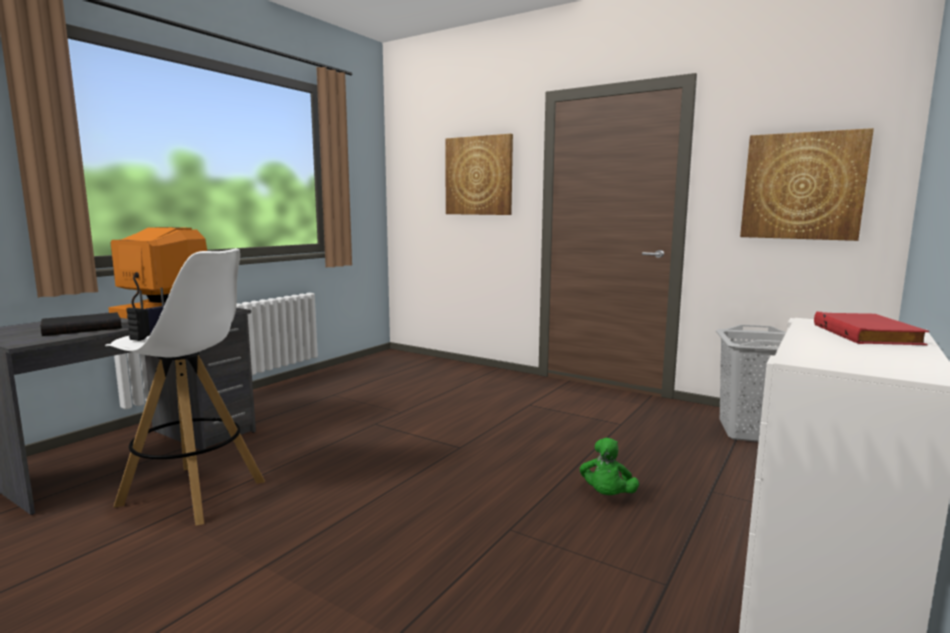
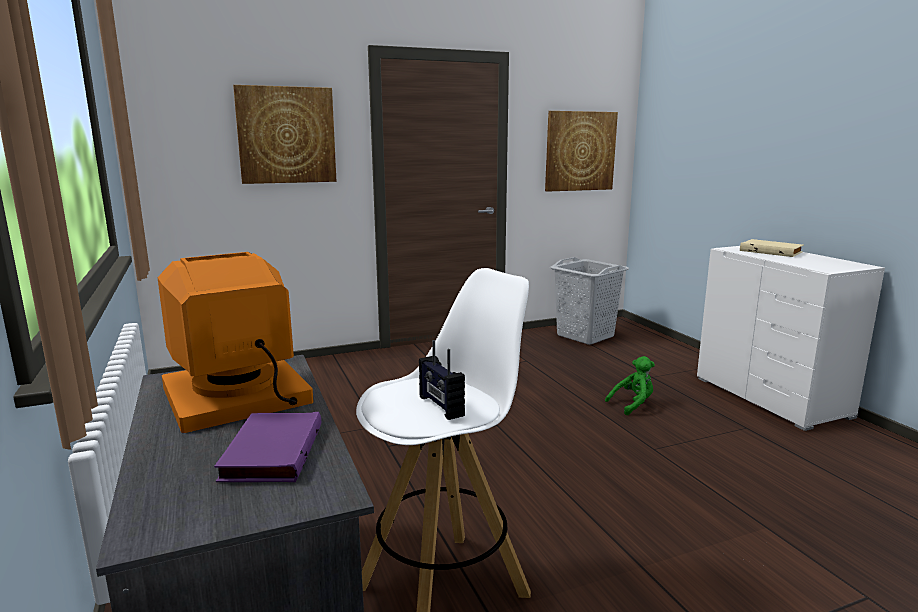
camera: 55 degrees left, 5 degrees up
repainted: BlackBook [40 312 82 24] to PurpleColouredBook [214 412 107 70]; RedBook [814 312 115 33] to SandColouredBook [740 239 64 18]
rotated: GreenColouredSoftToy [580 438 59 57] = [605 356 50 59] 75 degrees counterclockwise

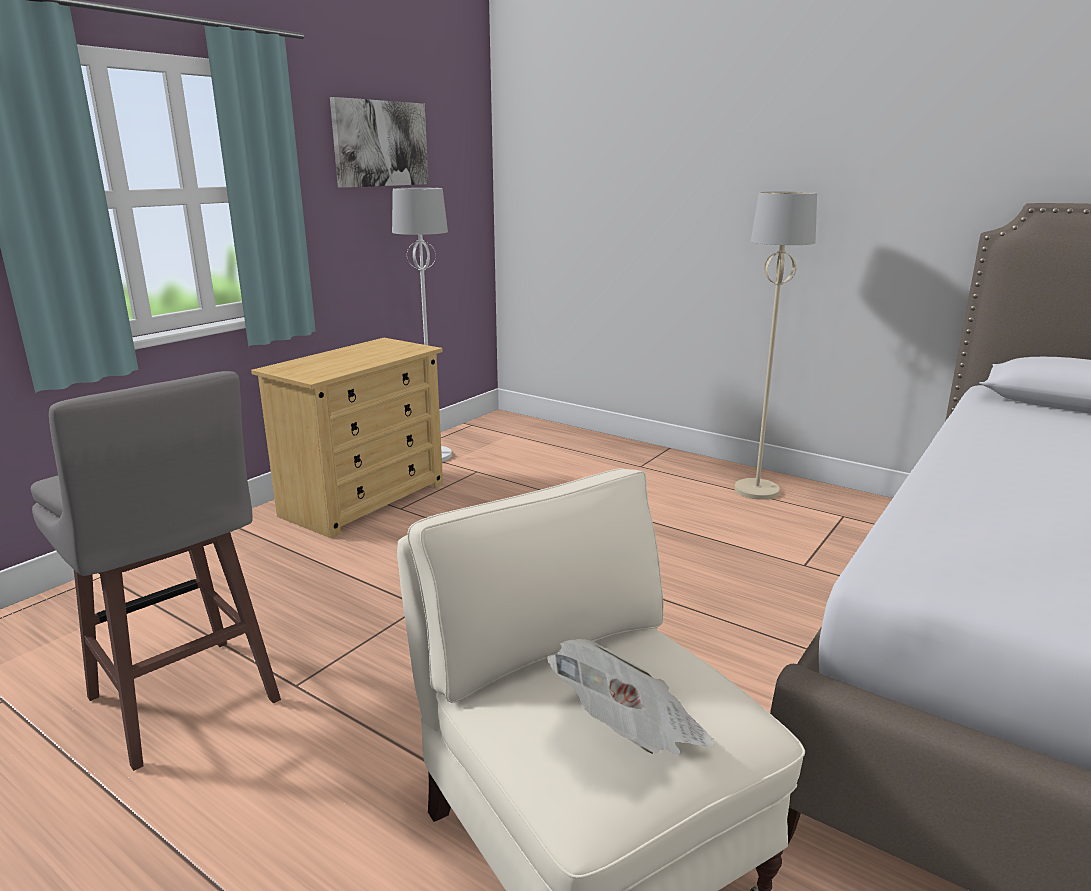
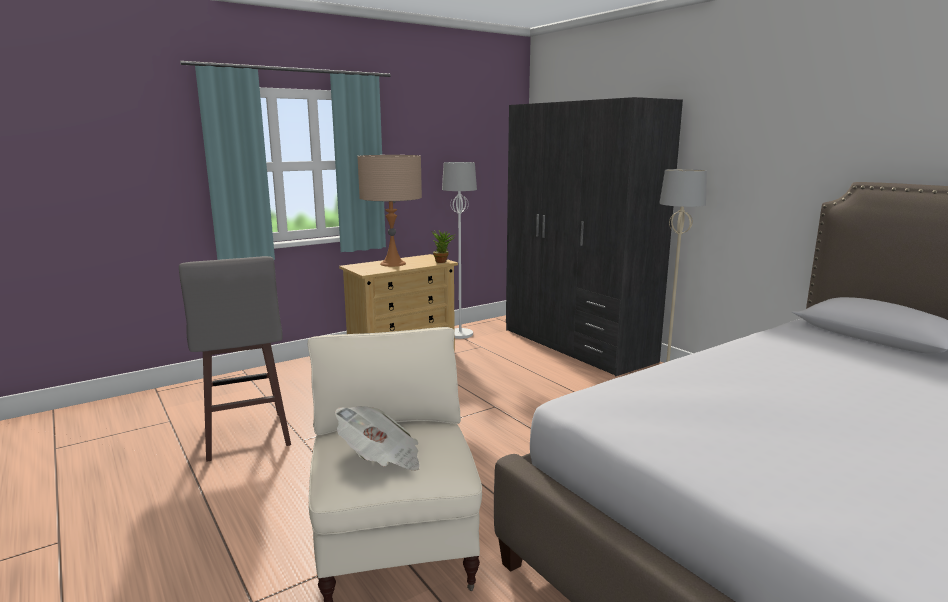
camera: 20 degrees right, 5 degrees down
gone: WallArt [330 97 99 91]
new: SandColouredTabletopLamp [357 155 65 112]; PlantInAPot [432 230 24 33]; GreyClothesCupboard [506 97 177 279]

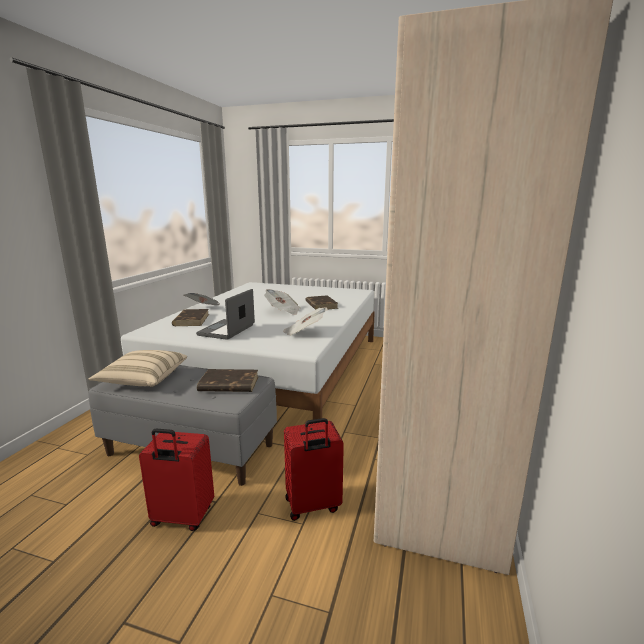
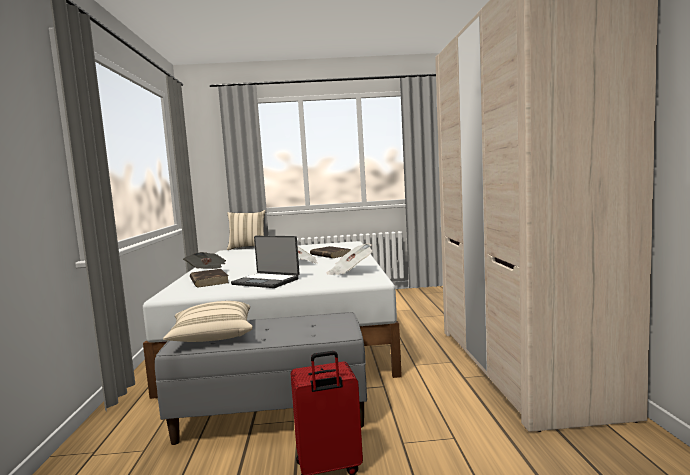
camera: 20 degrees left, 10 degrees down
gone: BrownishBook [197 369 61 23]; RedPieceOfLuggage [284 418 60 103]
new: SandColouredCushion [227 210 39 40]
rotated: Laptop [196 289 59 51] = [231 236 69 52] 60 degrees counterclockwise

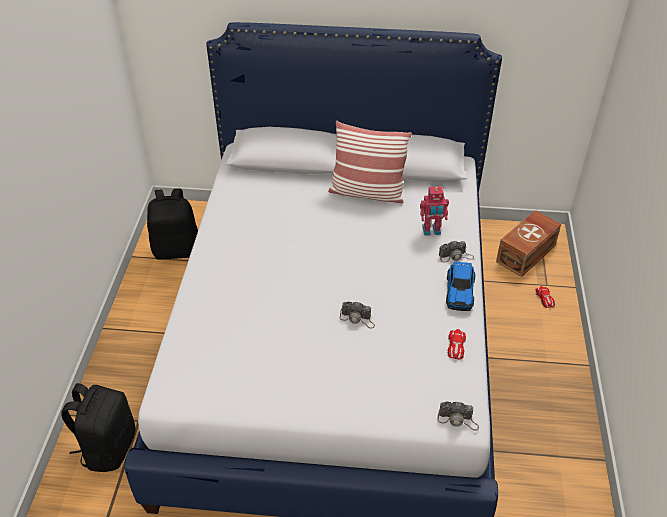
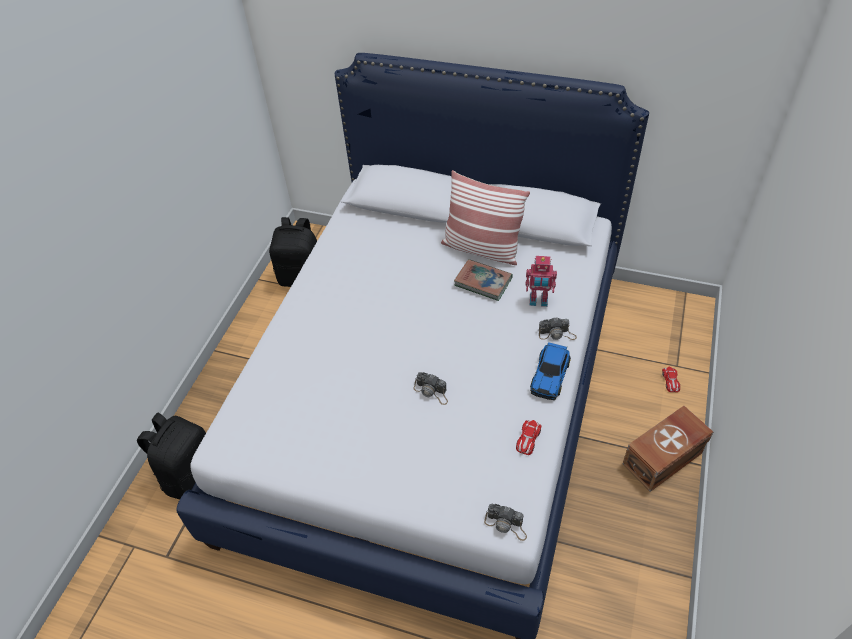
camera: 15 degrees right, 5 degrees up
new: Book [454 259 59 42]
shifted: BrownishStorageBin [496 210 65 67] to [623 406 90 86]

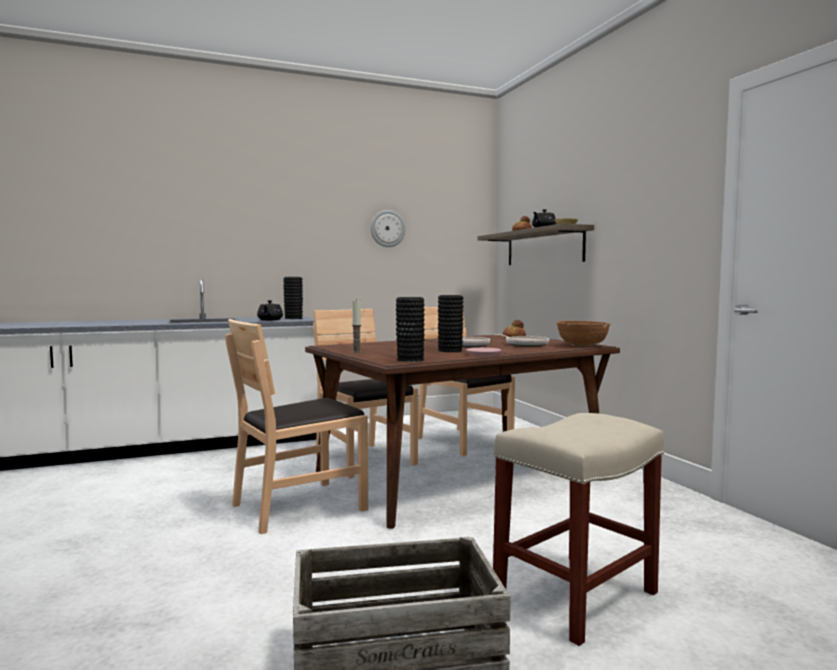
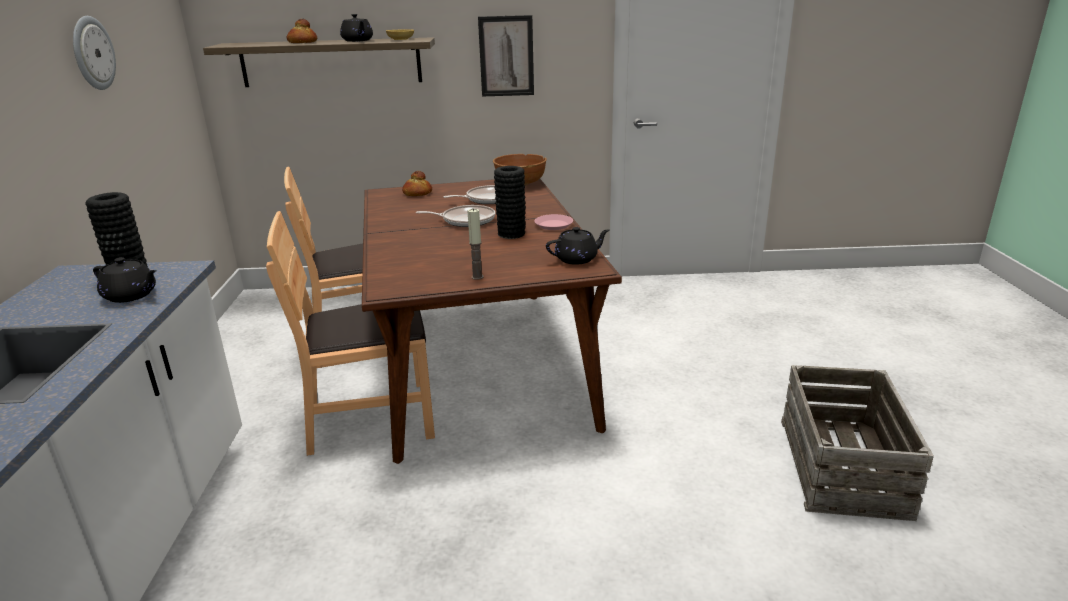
camera: 70 degrees left, 20 degrees up
gone: BrownishPlainChair [225 319 143 215]; SandColouredStoolSeat [493 413 171 233]
new: WallArt [478 15 56 81]
swapped: BlackVase [396 297 29 65] to BlackTeaPot [546 227 63 38]

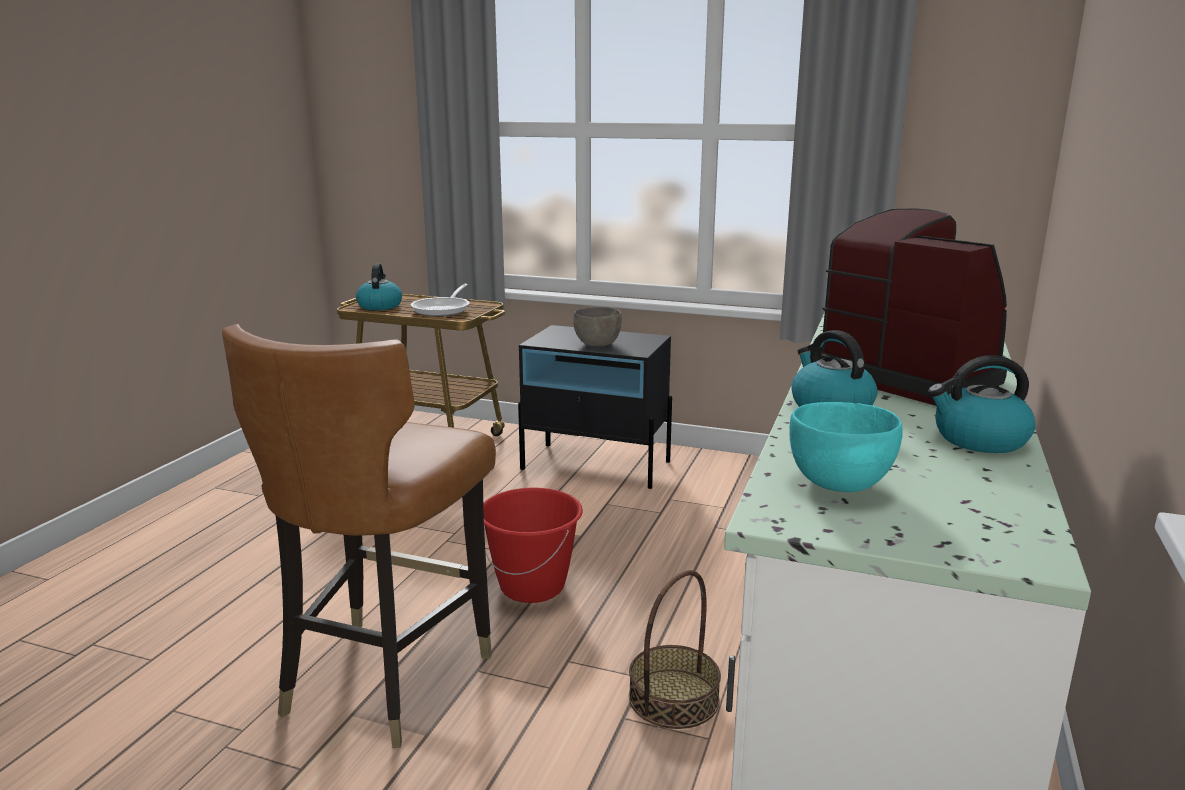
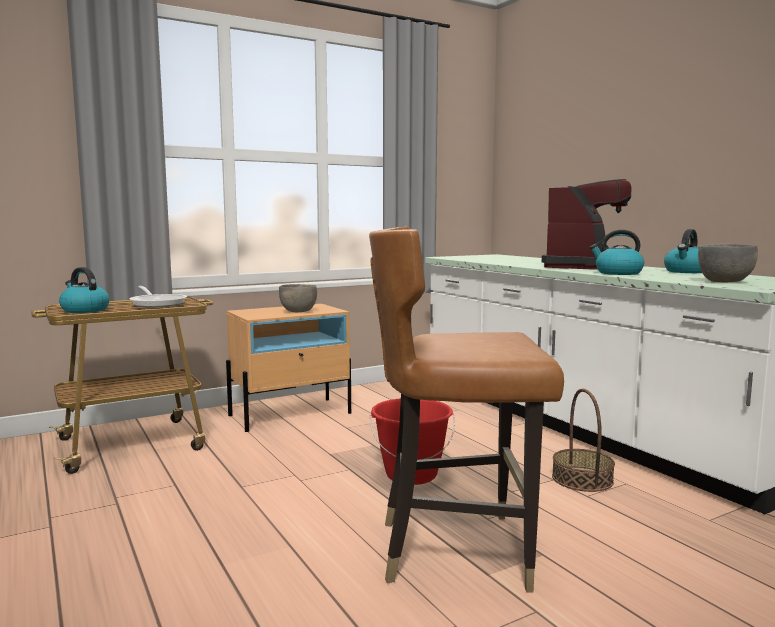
camera: 50 degrees left, 10 degrees down
repainted: BlackBedsideTable [518 325 154 164] to SandColouredBedsideTable [226 304 125 128]; TurquoiseColouredServingBowl [789 402 114 90] to GreyServingBowl [698 243 60 39]
rotated: BrownishPlainChair [222 324 274 424] = [369 227 195 365] 120 degrees clockwise; CoffeeBrewer [822 209 185 197] = [542 179 90 91] 120 degrees clockwise

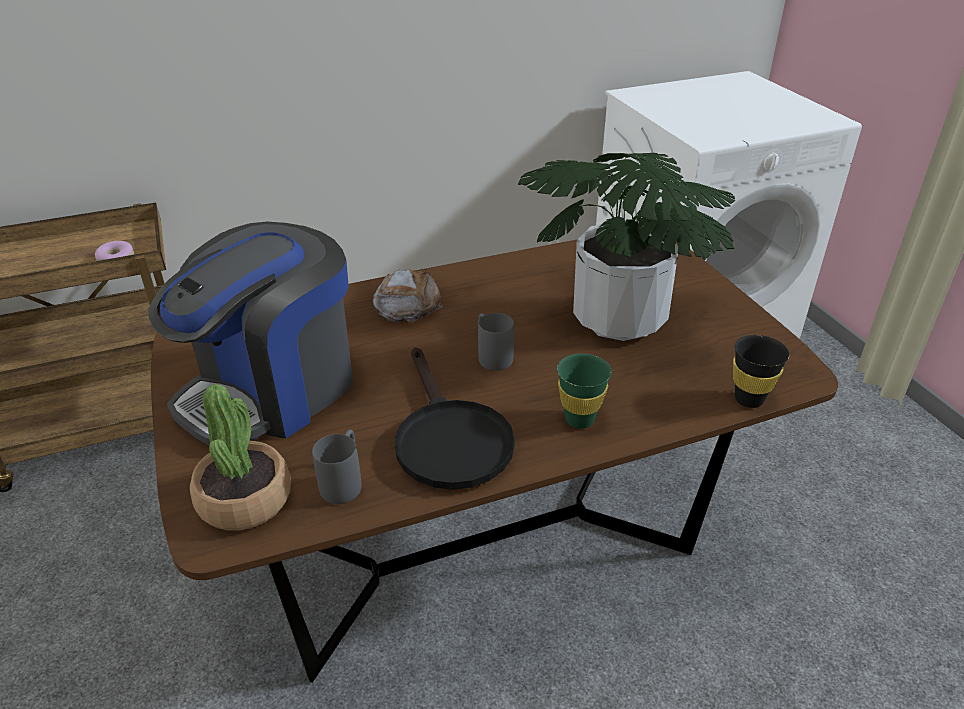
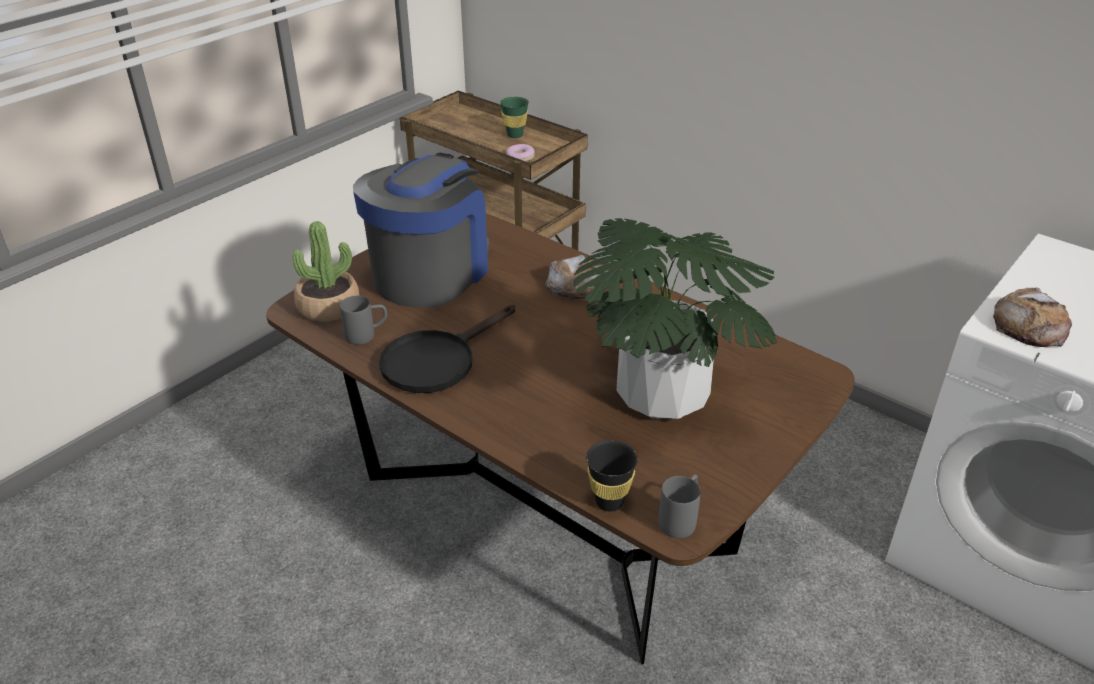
camera: 60 degrees right, 0 degrees up
new: BakeryBread [993 288 79 59]
shifted: GreenColouredCup [557 354 55 75] to [500 97 29 41]; GreyCoffeeMug [478 313 36 58] to [658 474 43 64]
rotated: CoffeeBrewer [148 221 205 224] = [353 152 136 156] 105 degrees clockwise

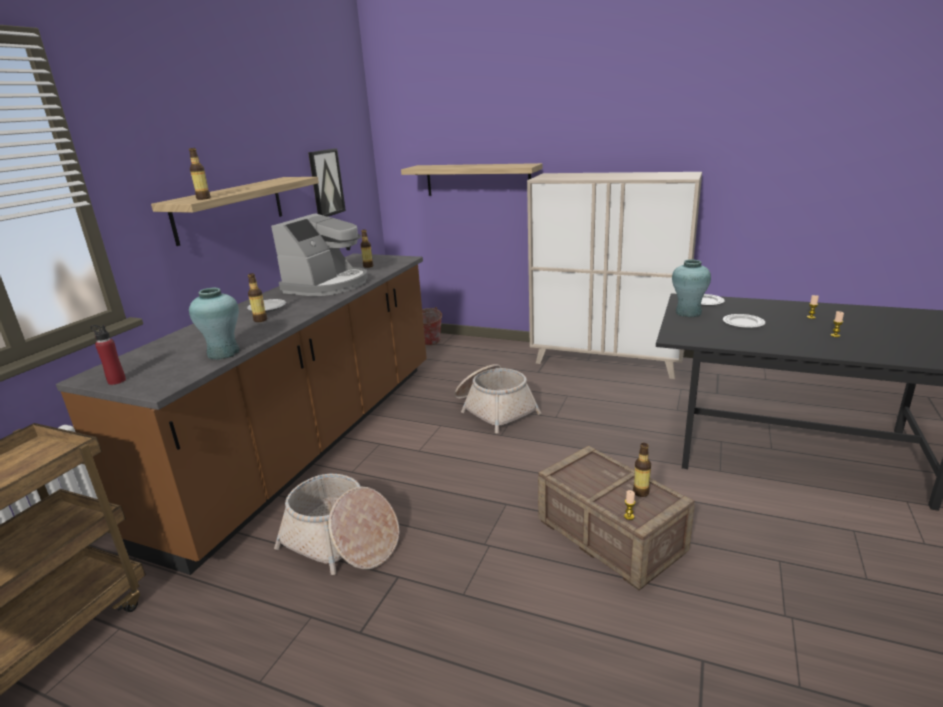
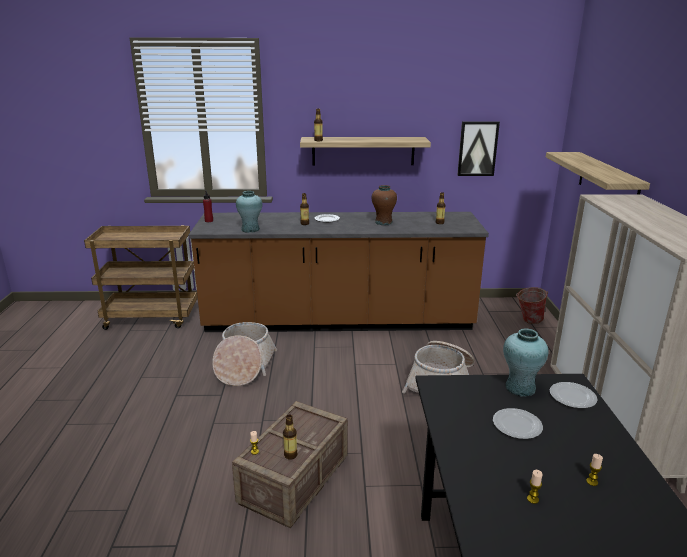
camera: 65 degrees right, 0 degrees up
swapped: CoffeeBrewer [271 213 97 83] to BrownishVase [372 185 25 40]

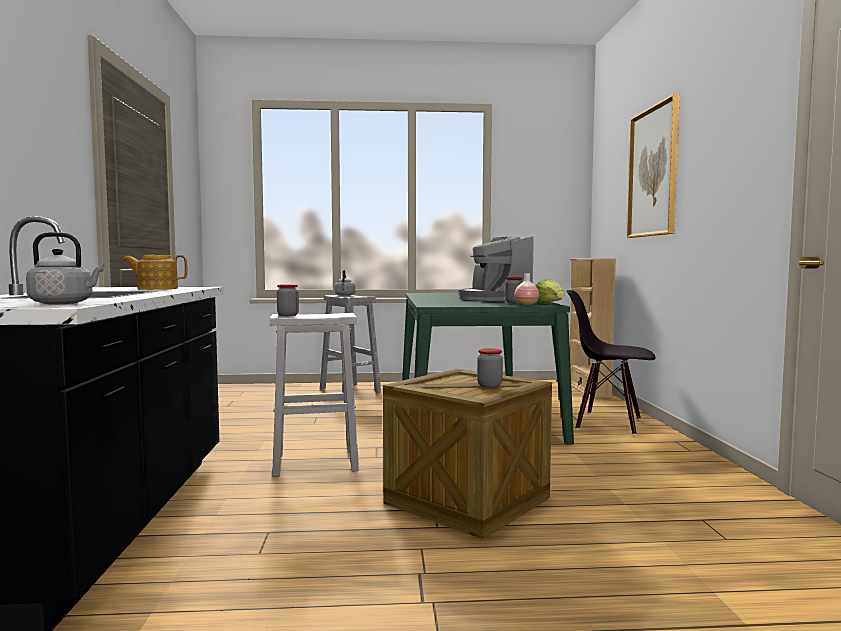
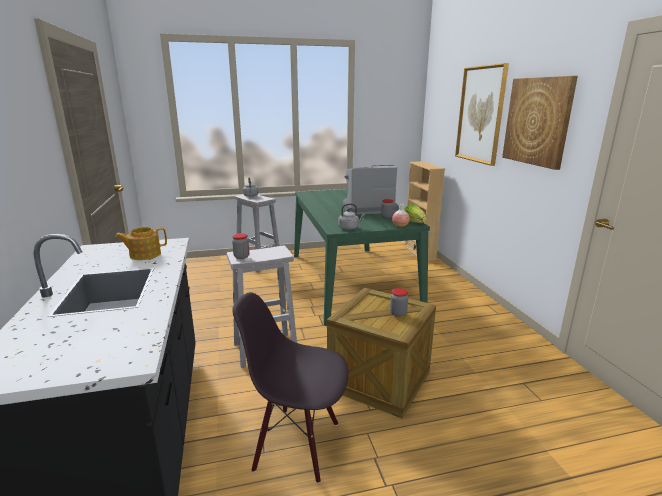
camera: 10 degrees left, 15 degrees up
new: WallArt [502 76 76 94]
shifted: BlackPlainChair [566 290 90 145] to [232 292 117 192]; GreyWaterKettle [26 232 79 72] to [338 204 27 26]
rotated: CoffeeBrewer [458 236 75 65] = [343 165 56 49] 105 degrees clockwise

